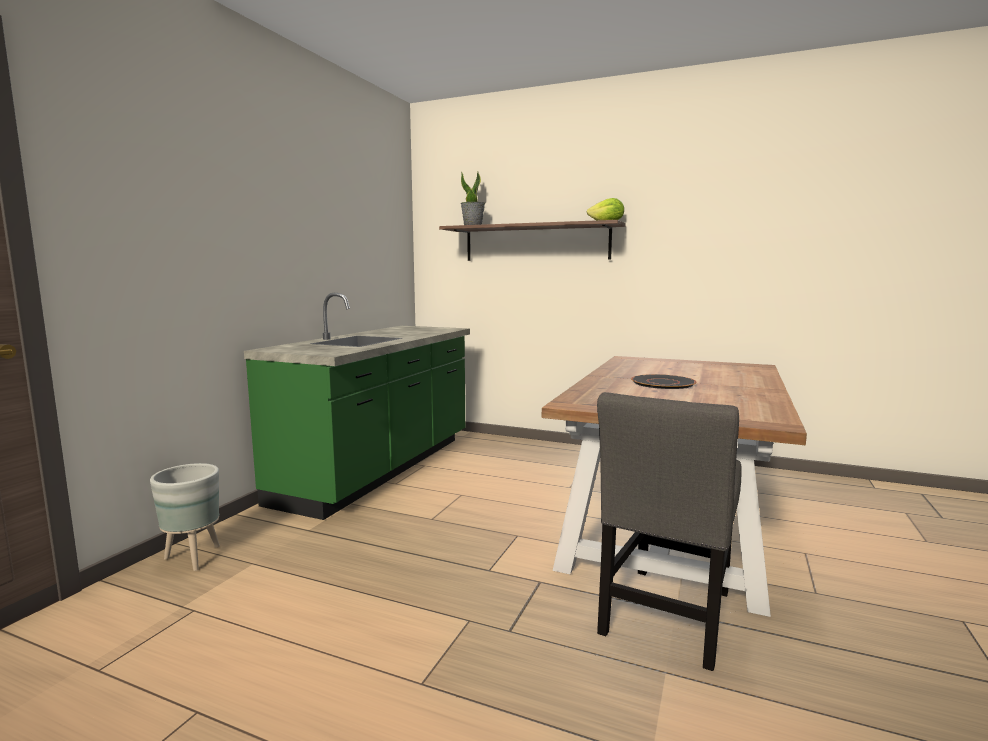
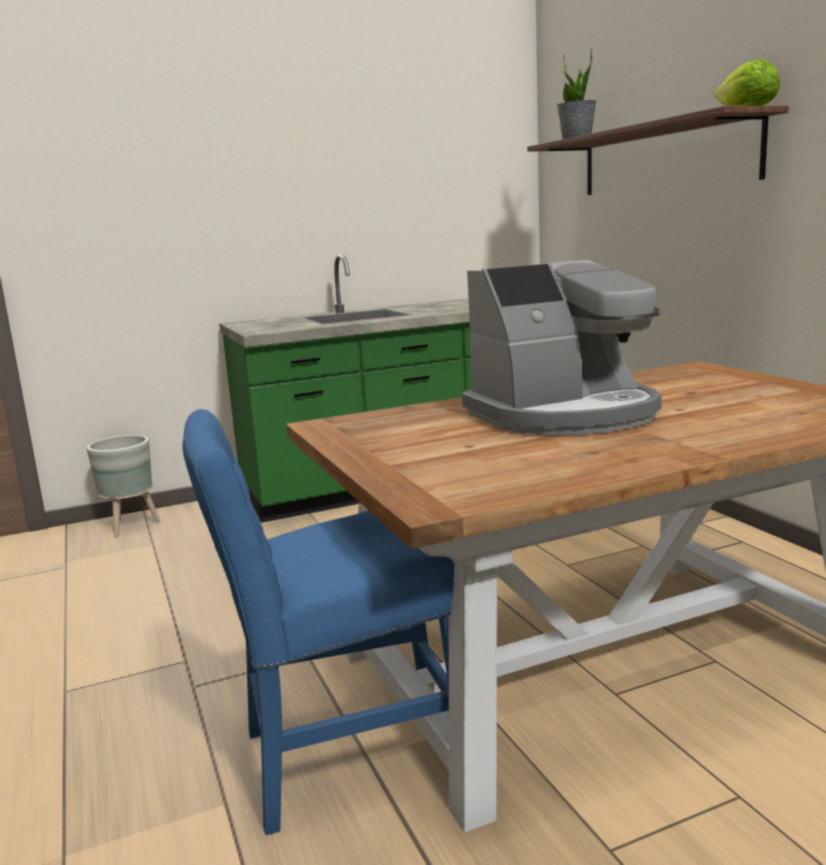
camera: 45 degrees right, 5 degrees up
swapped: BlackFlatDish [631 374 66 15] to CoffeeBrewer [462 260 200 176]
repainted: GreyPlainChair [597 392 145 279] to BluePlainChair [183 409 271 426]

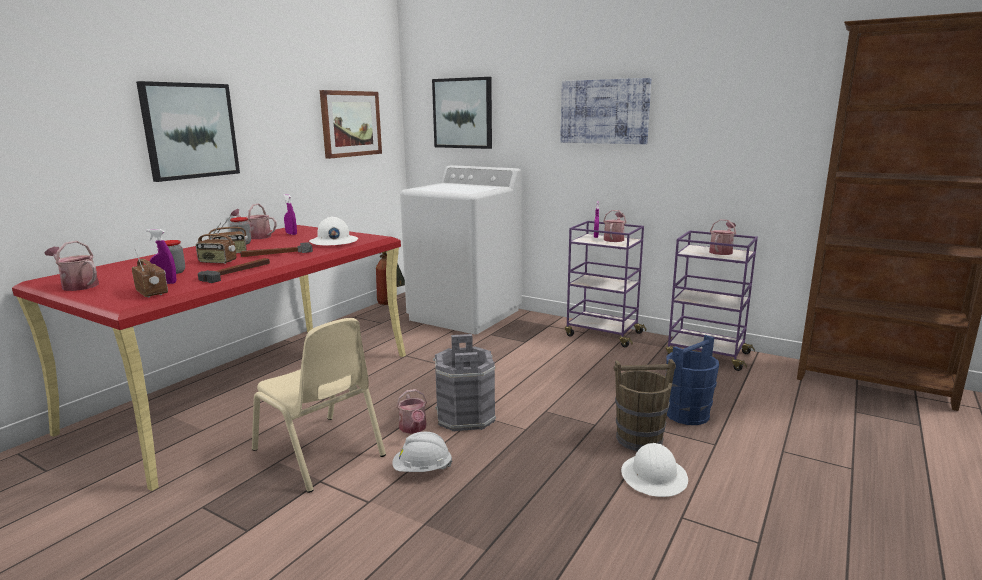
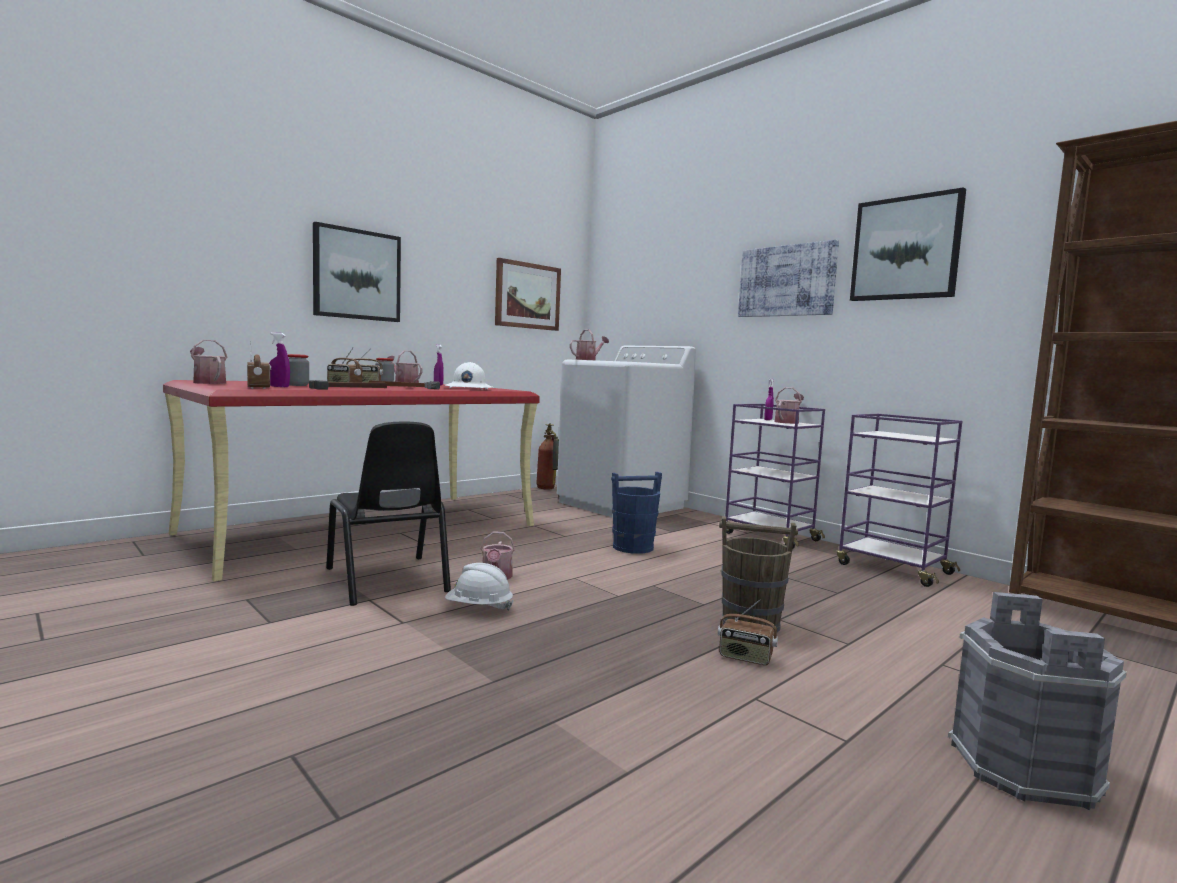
camera: 15 degrees right, 10 degrees down
shifted: SprinklingCan [709 219 27 36] to [570 329 39 31]; BlueBucket [666 335 53 90] to [611 472 51 82]; WallArt [432 77 60 72] to [850 187 116 114]; GreyBucket [433 334 63 98] to [948 592 179 218]
swapped: WhitishWorkHelmet [621 443 67 54] to RadioReceiver [718 599 60 66]
repainted: SandColouredPlainChair [252 318 134 175] to BlackPlainChair [326 422 125 184]

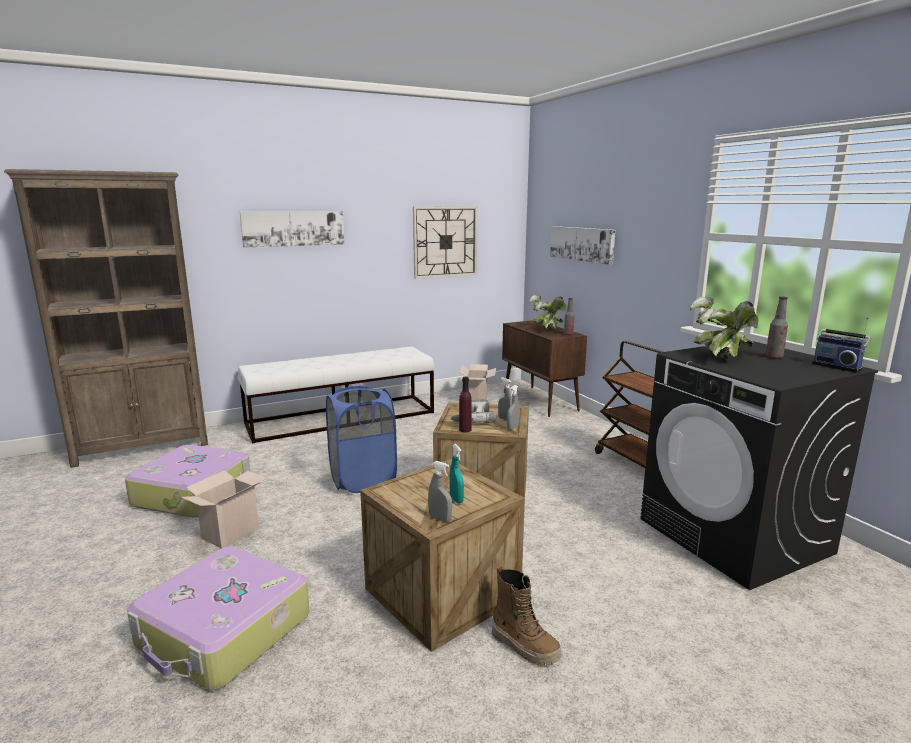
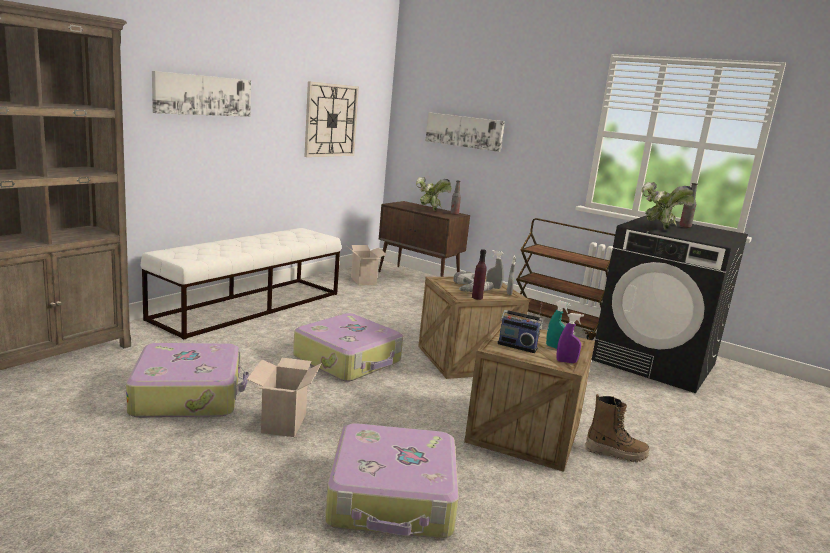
camera: 30 degrees left, 0 degrees up
shifted: RadioReceiver [812 317 59 56] to [497 303 47 50]
swapped: BlueWashingBasket [326 386 71 107] to PieceOfLuggage [293 313 110 69]
repainted: GreySprayer [428 461 24 61] to PurpleColouredSprayer [556 313 28 50]

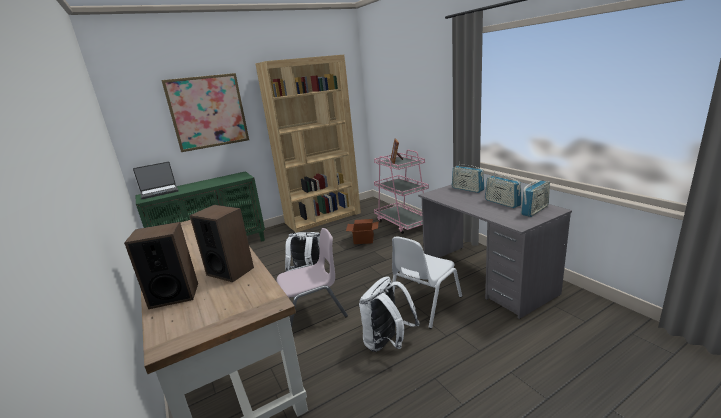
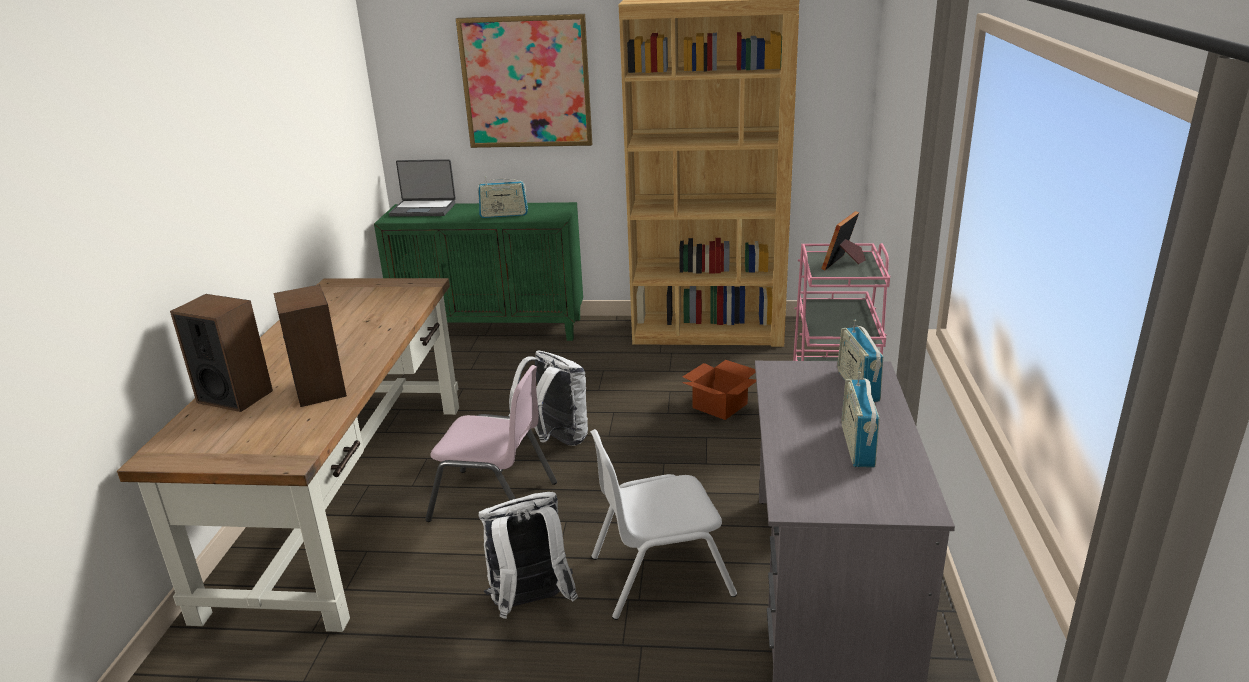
camera: 35 degrees right, 5 degrees up
shifted: RadioReceiver [521 180 29 37] to [478 176 50 42]

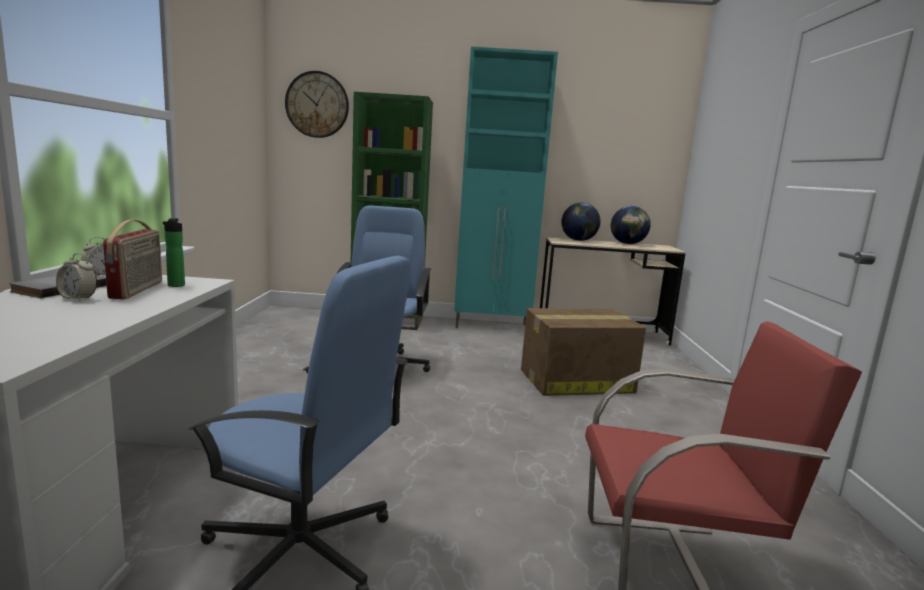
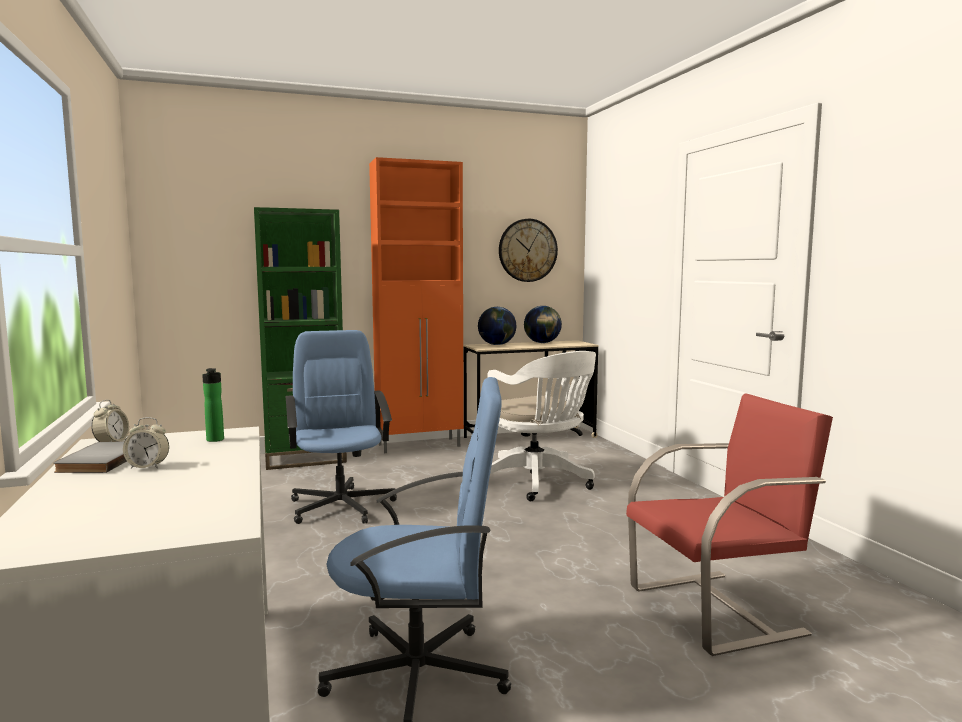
camera: 20 degrees left, 5 degrees down
gone: RadioReceiver [103 220 59 79]
shifted: ClockOnTheWall [285 71 64 67] to [499 219 59 63]
swapped: PackingBox [521 308 125 88] to WhitishDeskChair [487 351 109 150]
repainted: TurquoiseColouredStorageCabinet [454 47 104 281] to OrangeColouredStorageCabinet [369 157 95 296]

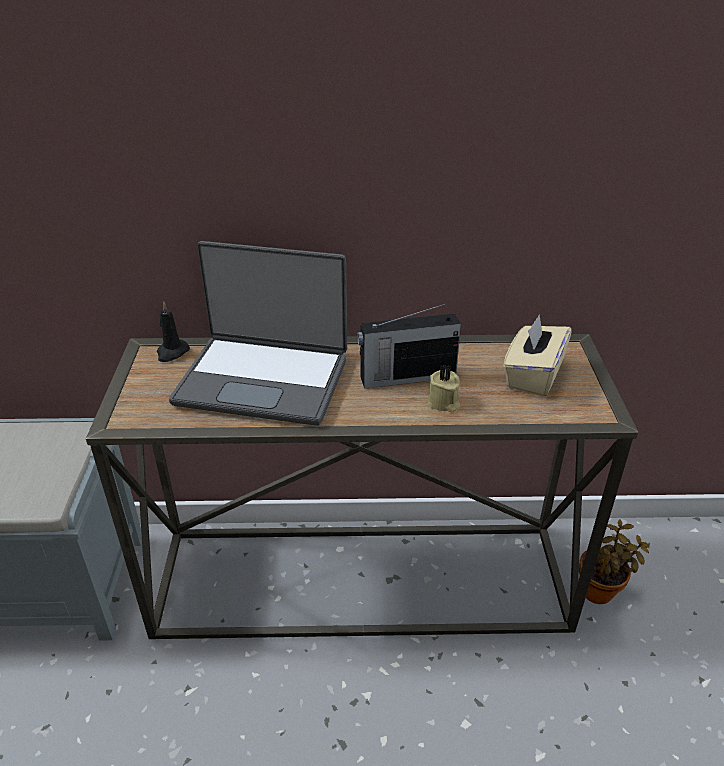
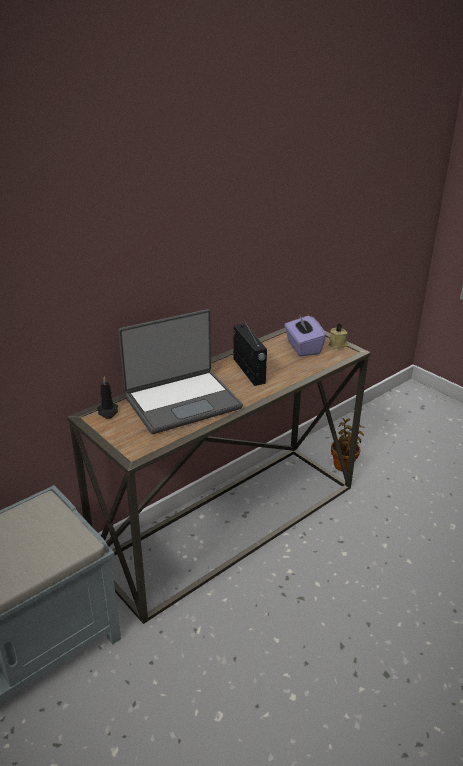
camera: 40 degrees left, 5 degrees down
shifted: SandColouredWaxCandle [428 365 32 47] to [329 324 19 25]
repainted: SandColouredTissueHolder [503 315 69 82] to PurpleColouredTissueHolder [285 315 41 42]
rotated: RadioReceiver [357 303 104 86] = [233 320 34 66] 60 degrees counterclockwise

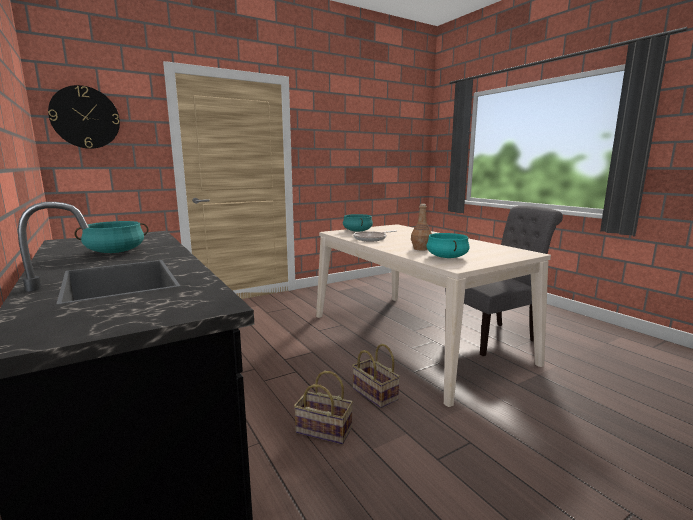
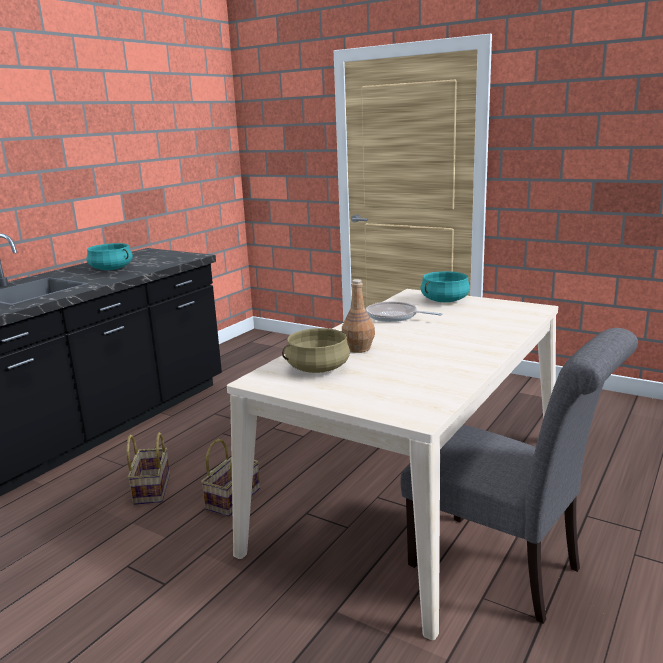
camera: 65 degrees right, 5 degrees up
gone: ClockOnTheWall [48 85 72 64]
repainted: TurquoiseColouredSaucepot [426 233 43 25] to SandColouredSaucepot [282 328 68 45]

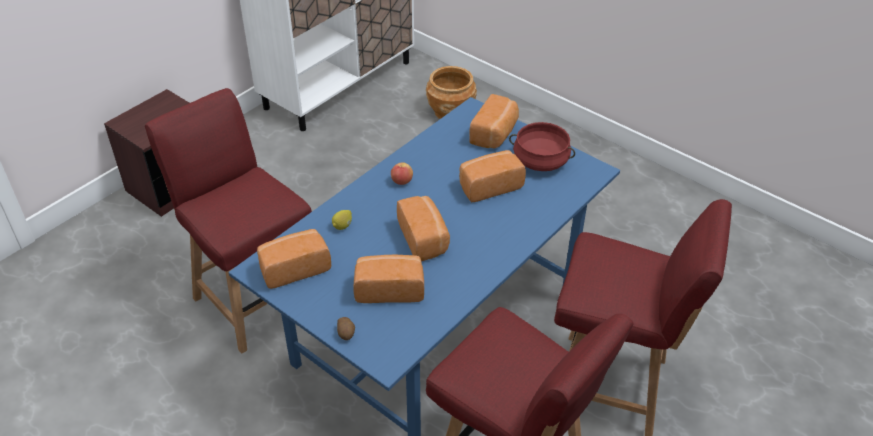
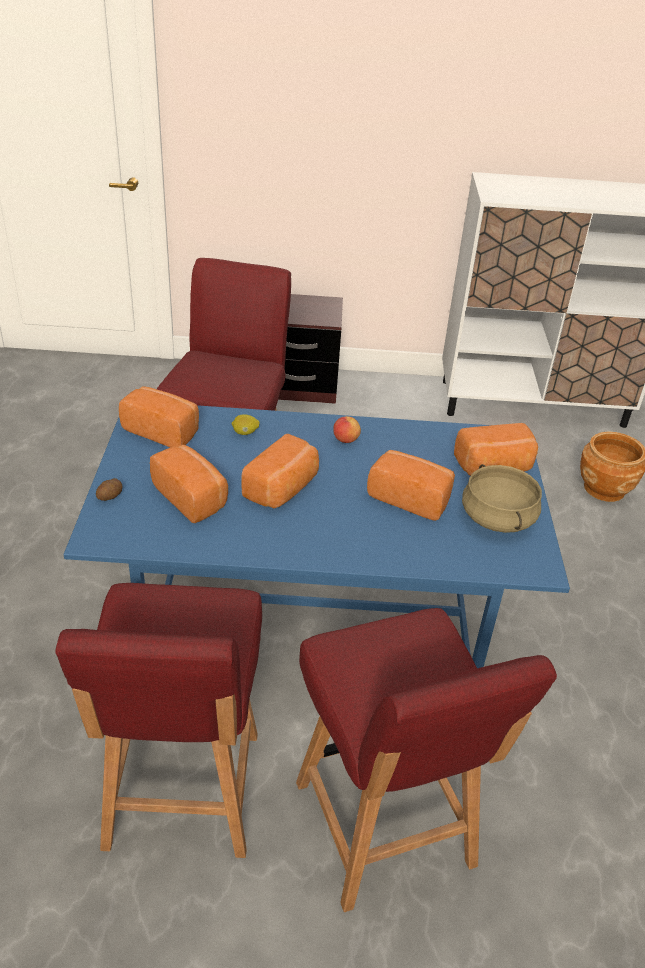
camera: 50 degrees right, 5 degrees down
repainted: RedSaucepot [509 122 66 49] to SandColouredSaucepot [462 464 80 69]

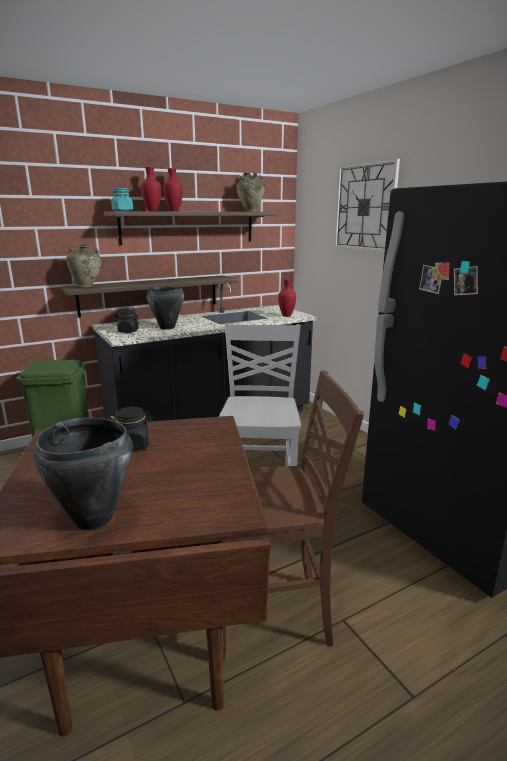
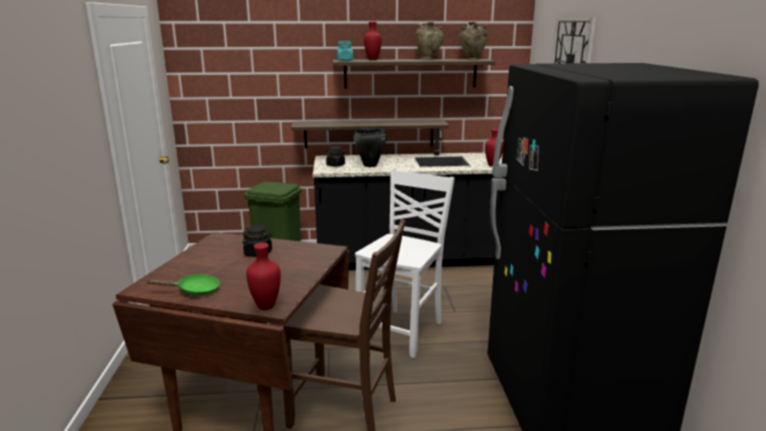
camera: 25 degrees right, 0 degrees up
shifted: RedVase [163 168 20 43] to [246 243 35 67]; SandColouredVase [66 244 35 43] to [415 22 29 38]
swapped: BlackSaucepot [34 417 99 113] to GreenColouredPan [146 274 74 22]

